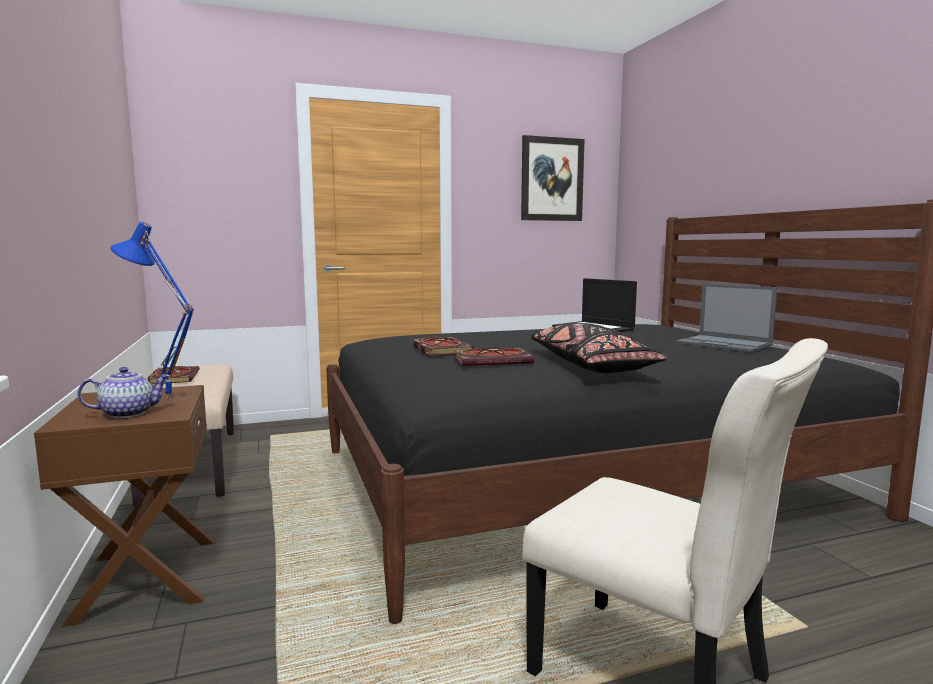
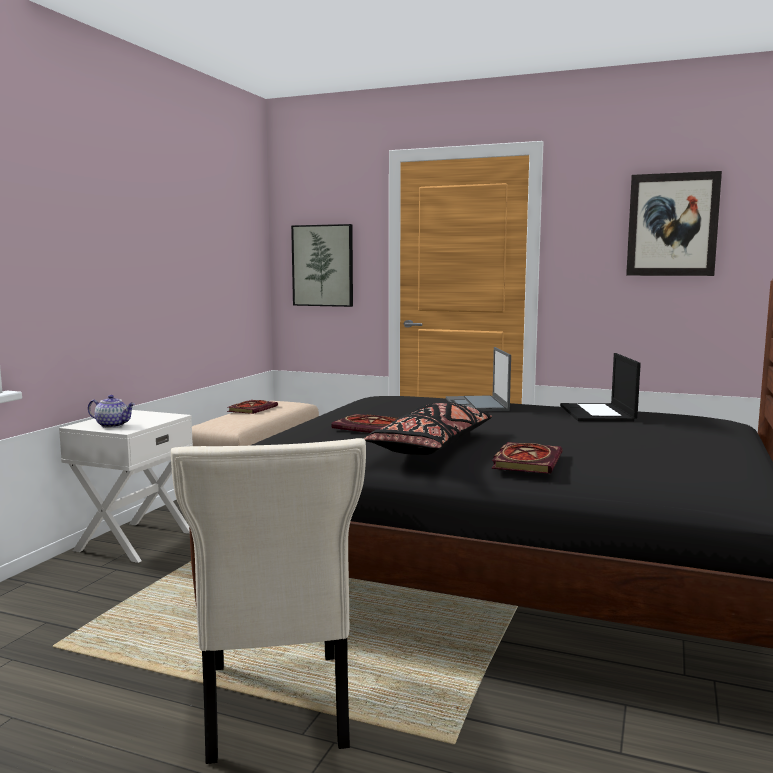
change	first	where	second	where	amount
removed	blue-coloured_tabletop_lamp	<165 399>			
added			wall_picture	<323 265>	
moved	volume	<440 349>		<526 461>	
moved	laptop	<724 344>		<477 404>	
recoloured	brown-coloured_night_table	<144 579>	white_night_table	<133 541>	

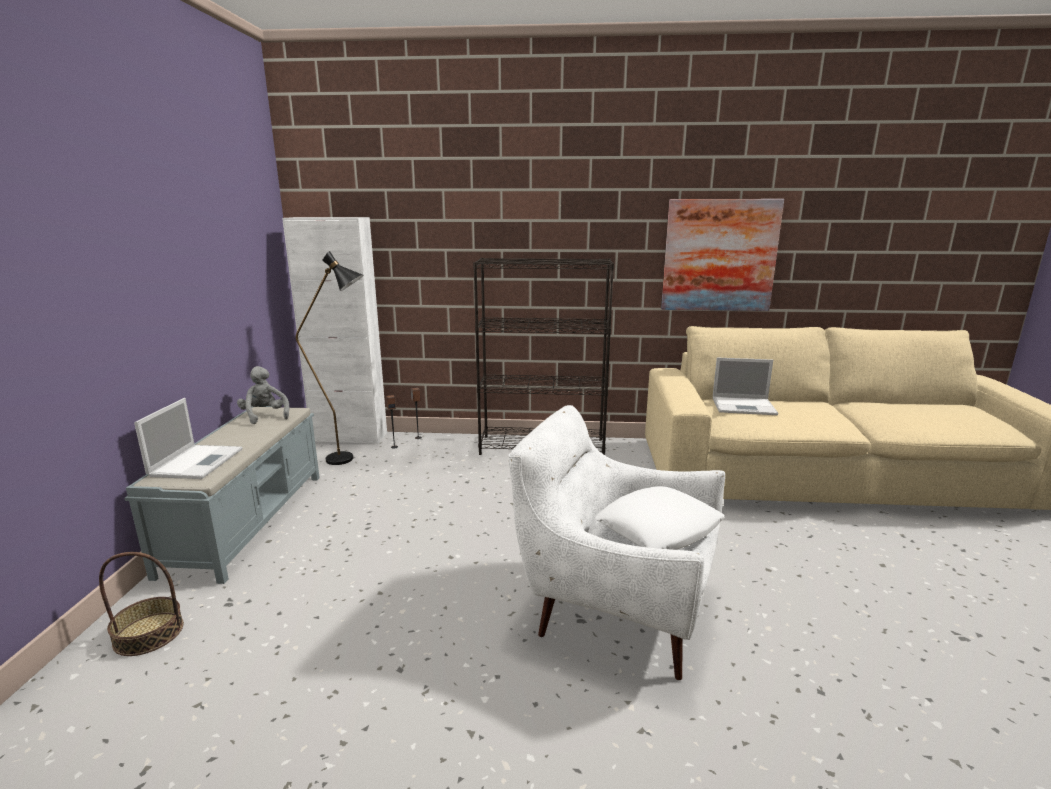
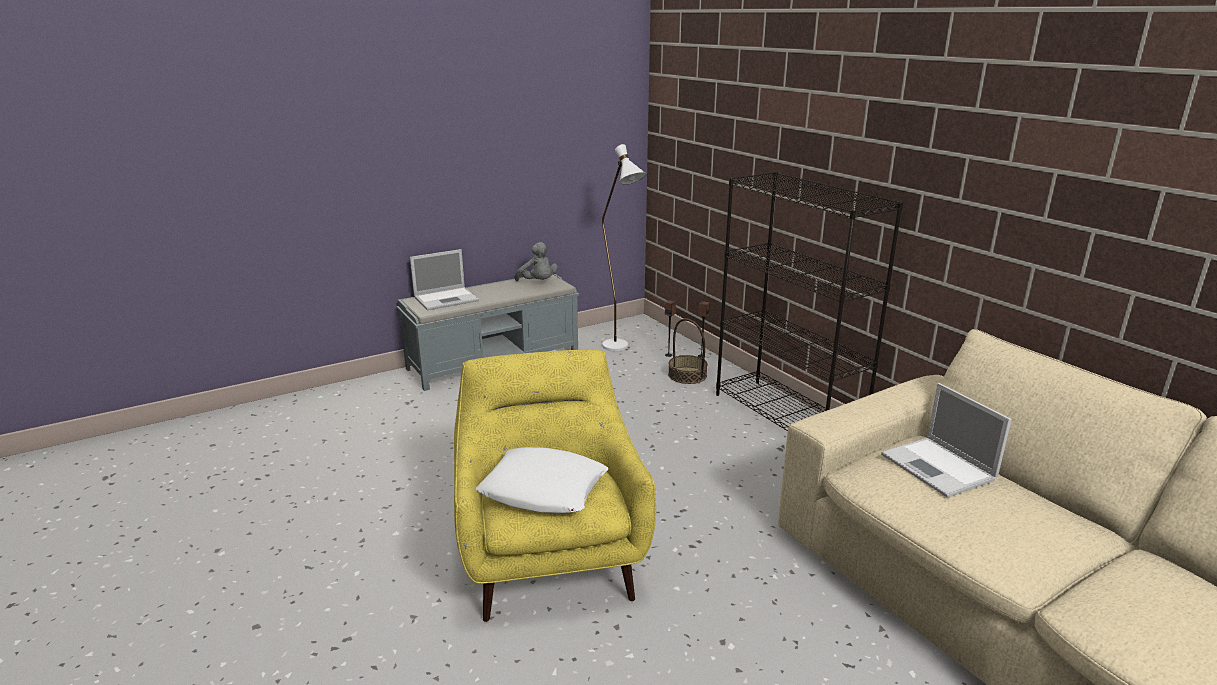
change	first	where	second	where	amount
removed	white_cabinet	<349 437>			
removed	wall_picture	<719 255>			
moved	basket	<149 633>		<687 375>	
recoloured	blackish_standard_lamp	<349 459>	white_standard_lamp	<620 349>	
recoloured	white_lounge_chair	<614 607>	yellowish_lounge_chair	<551 556>	
turned	grey_soft_toy	<265 416>		<538 282>	120 degrees clockwise

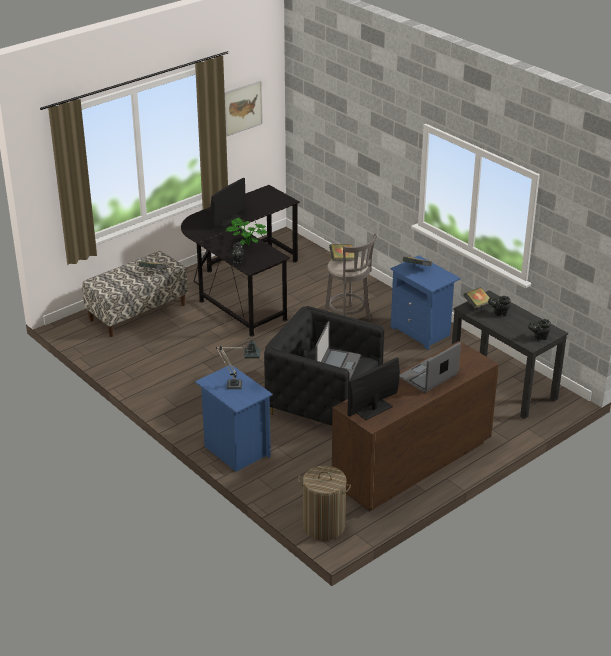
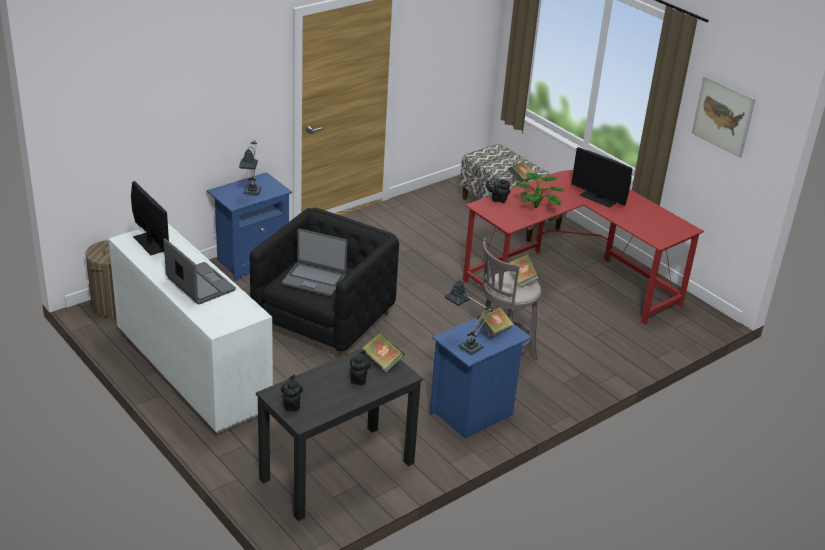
change	first	where	second	where	amount
added			tabletop_lamp	<466 345>	
recoloured	blackish_desk_table	<241 287>	reddish_desk_table	<571 280>	
recoloured	brown-coloured_chest_of_drawers	<411 465>	white_chest_of_drawers	<192 371>	

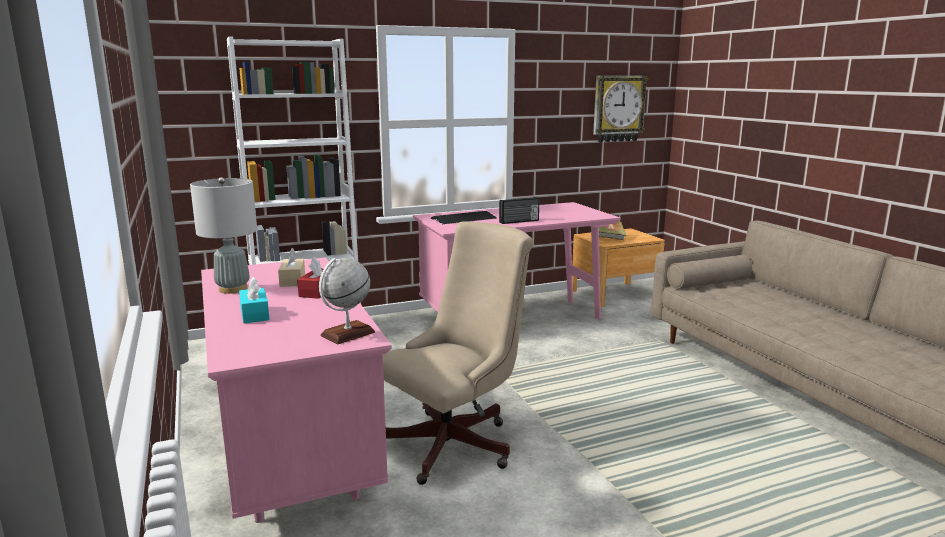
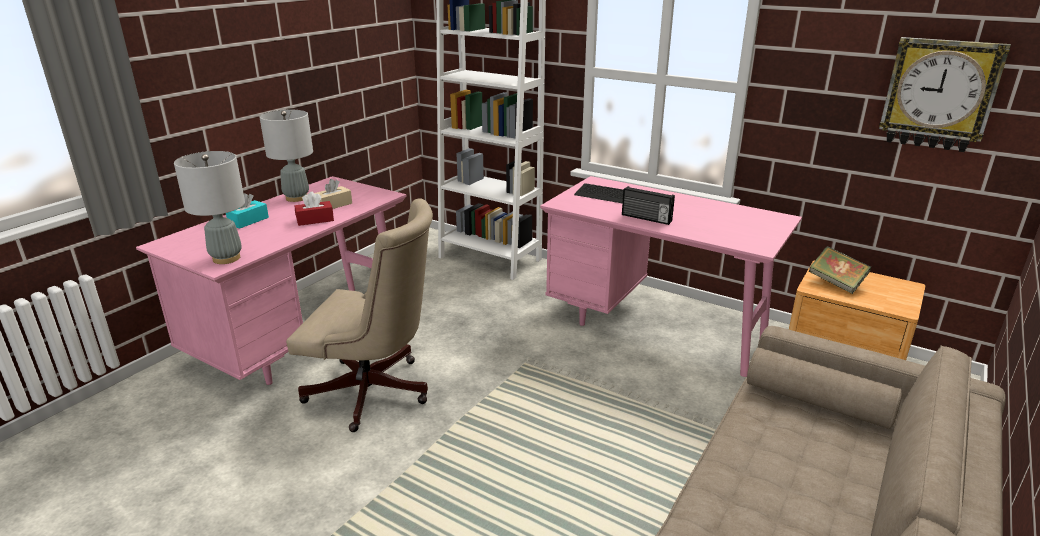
change	first	where	second	where	amount
replaced	desk_globe	<347 334>	grey_tabletop_lamp	<226 258>	

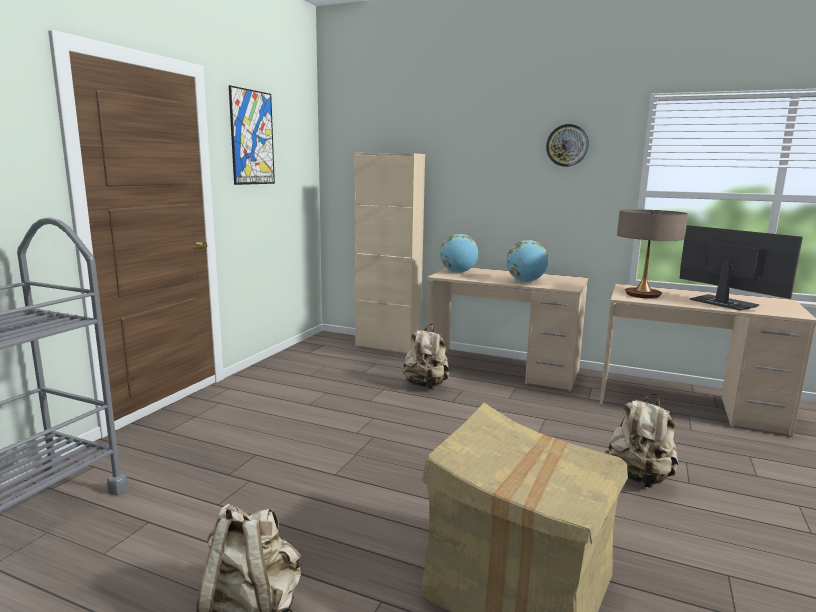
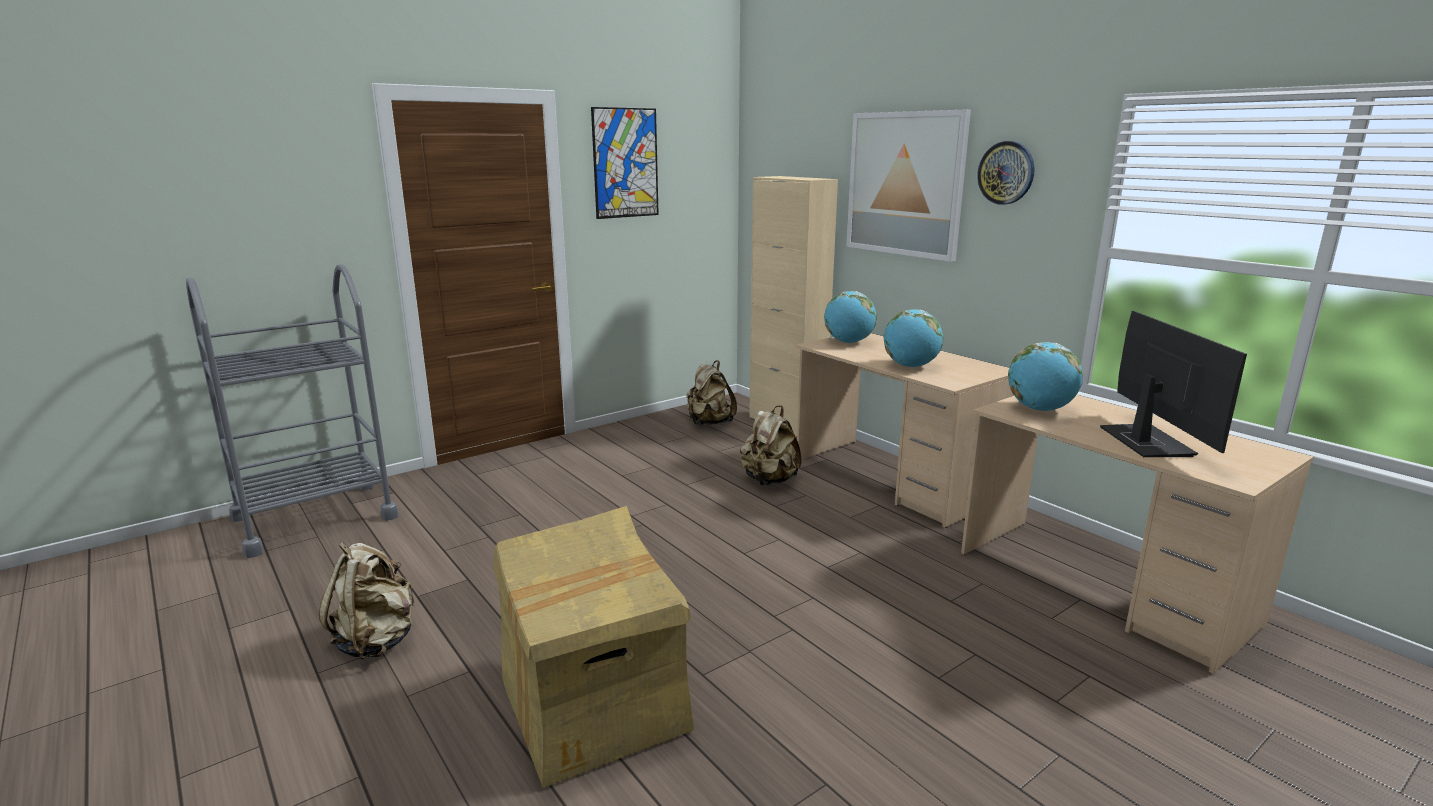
change	first	where	second	where	amount
added			wall_picture	<905 184>	
moved	sand-coloured_knapsack	<639 478>		<709 423>	
replaced	tabletop_lamp	<642 295>	desk_globe	<1040 409>	

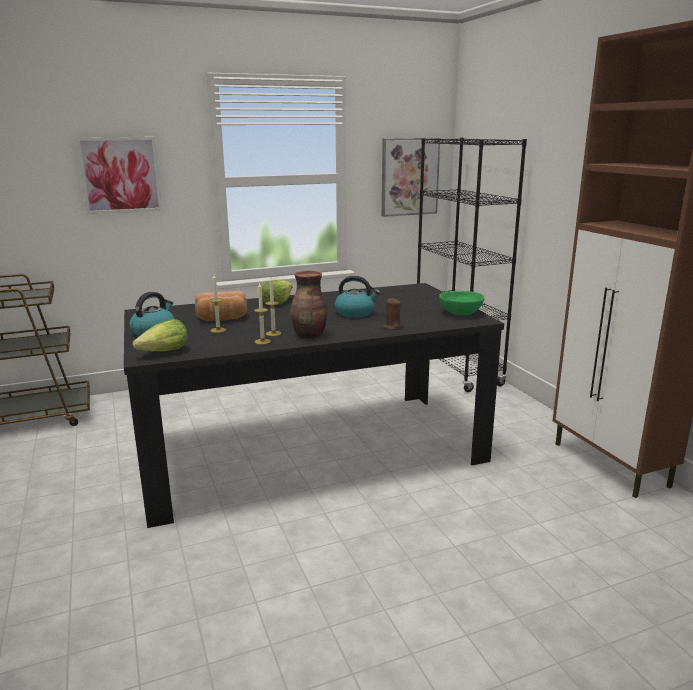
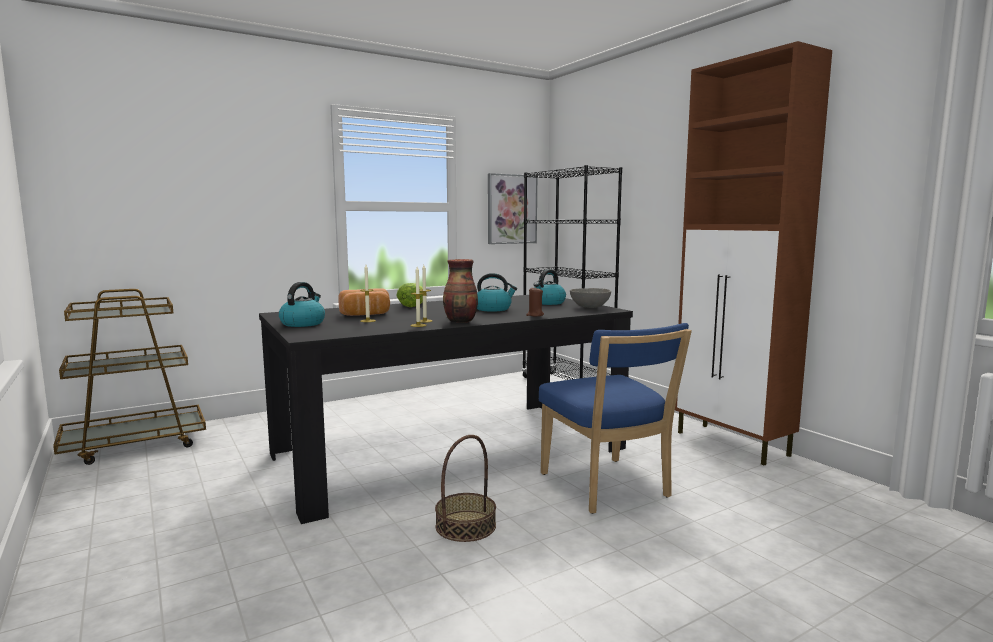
change	first	where	second	where	amount
removed	wall_picture	<120 175>			
removed	lettuce_head	<165 352>			
added			basket	<465 526>	
added			tea_kettle	<547 303>	
added			blue-coloured_plain_chair	<607 488>	
recoloured	green_bowl	<460 314>	grey_bowl	<589 307>	

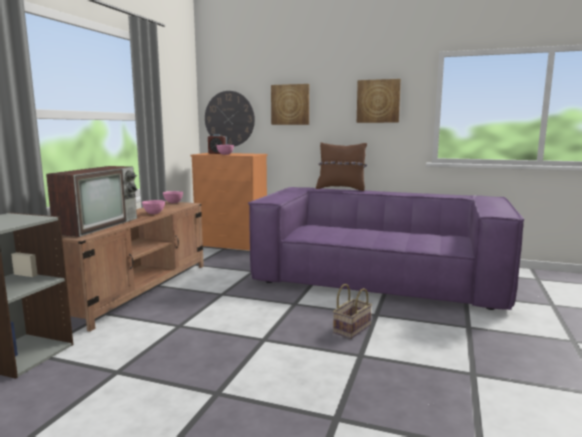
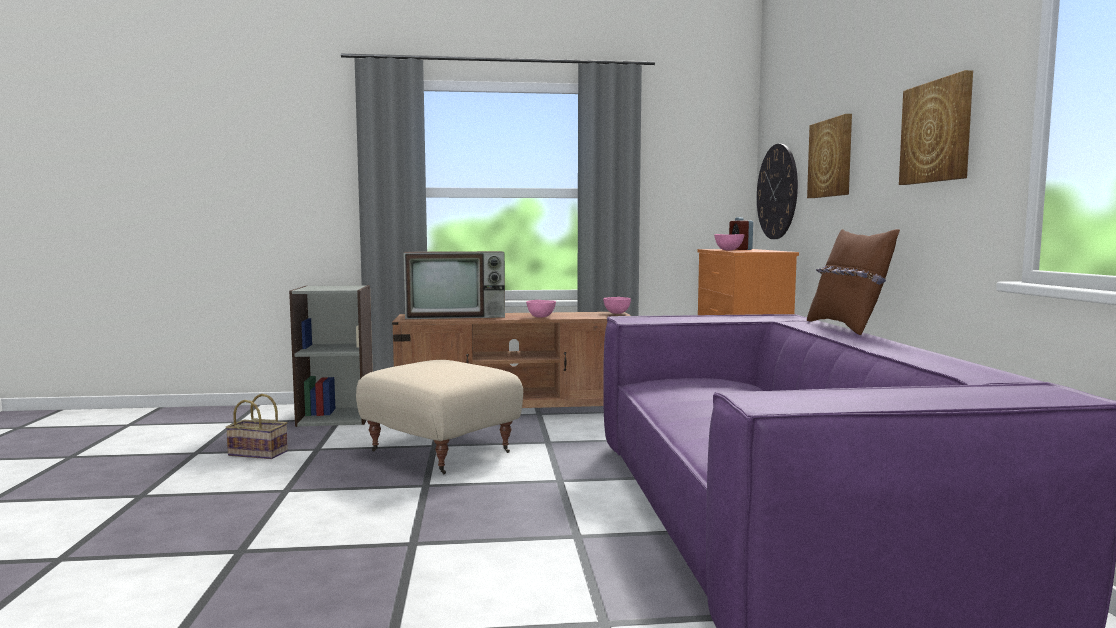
change	first	where	second	where	amount
added			sand-coloured_pouffe	<441 451>	
moved	basket	<352 328>		<260 453>	

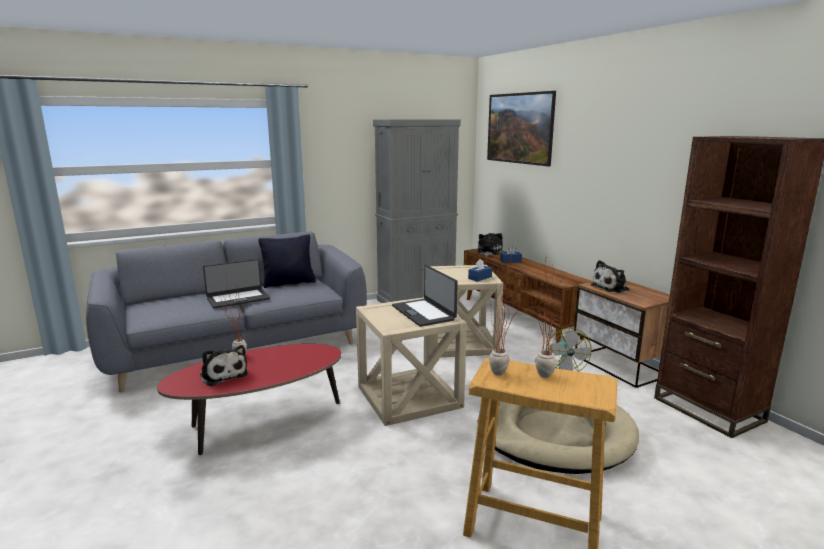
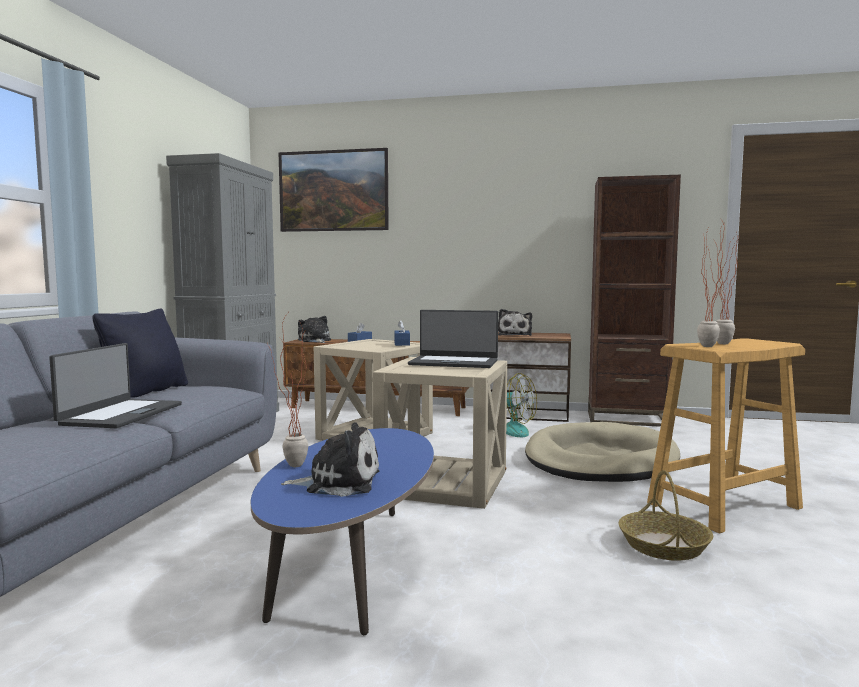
change	first	where	second	where	amount
added			basket	<664 546>	
recoloured	reddish_lounge_table	<260 423>	blue-coloured_lounge_table	<354 570>	

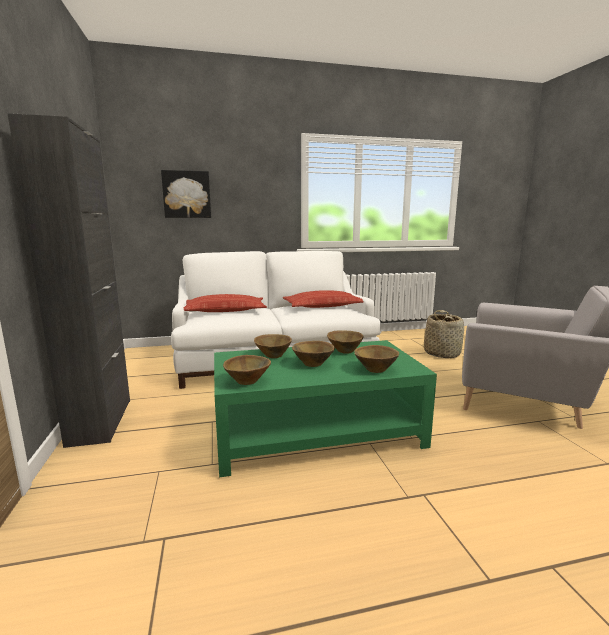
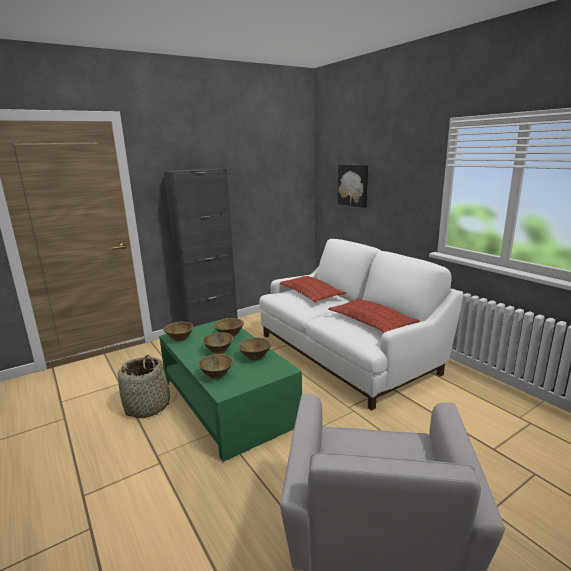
change	first	where	second	where	amount
moved	basket	<442 353>		<148 407>	

